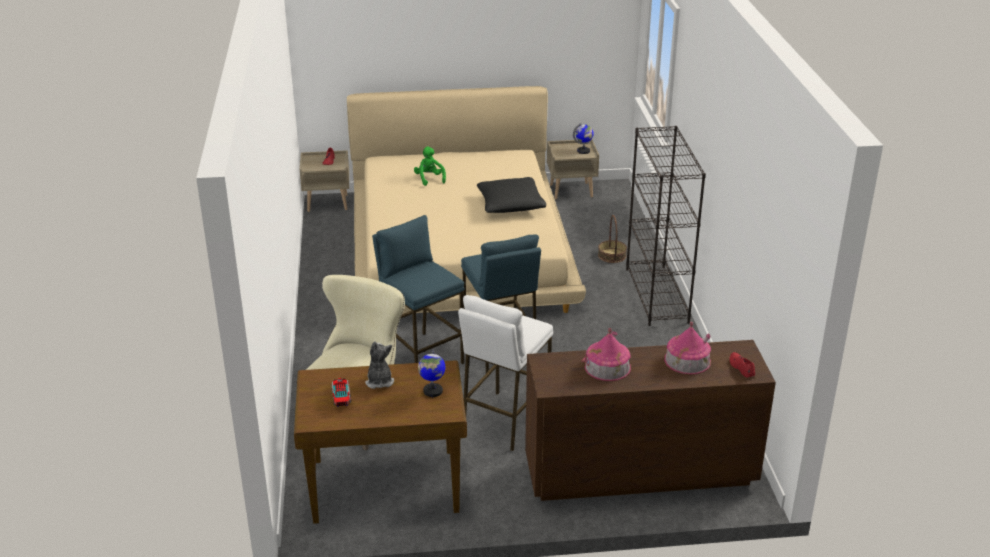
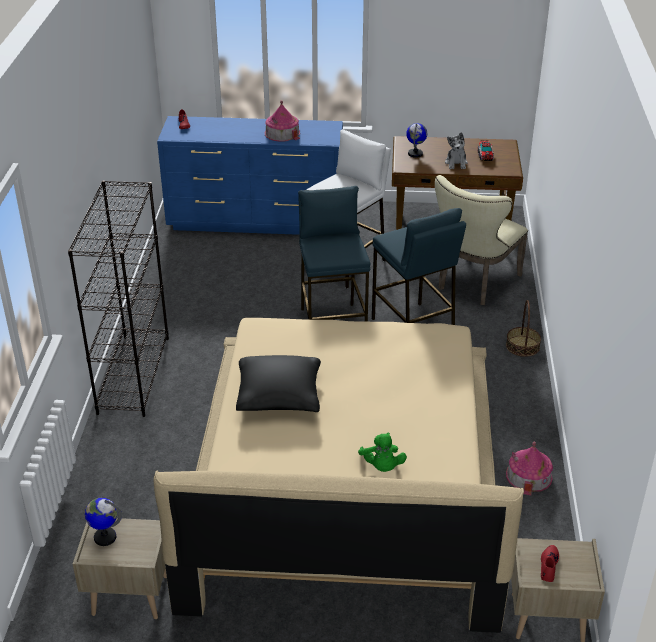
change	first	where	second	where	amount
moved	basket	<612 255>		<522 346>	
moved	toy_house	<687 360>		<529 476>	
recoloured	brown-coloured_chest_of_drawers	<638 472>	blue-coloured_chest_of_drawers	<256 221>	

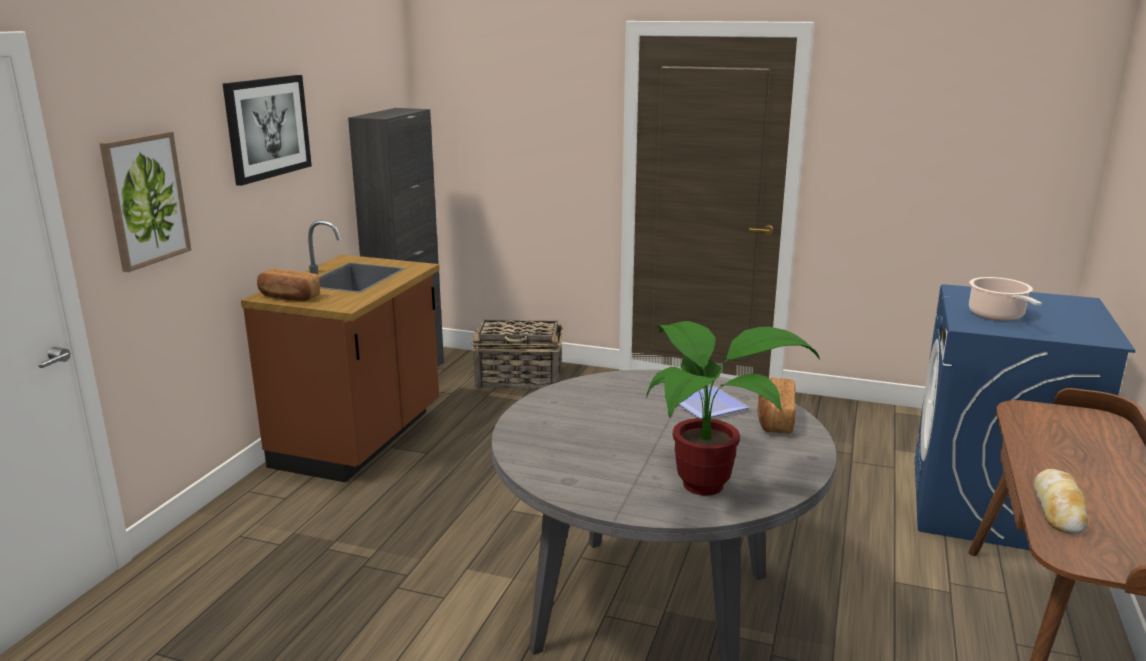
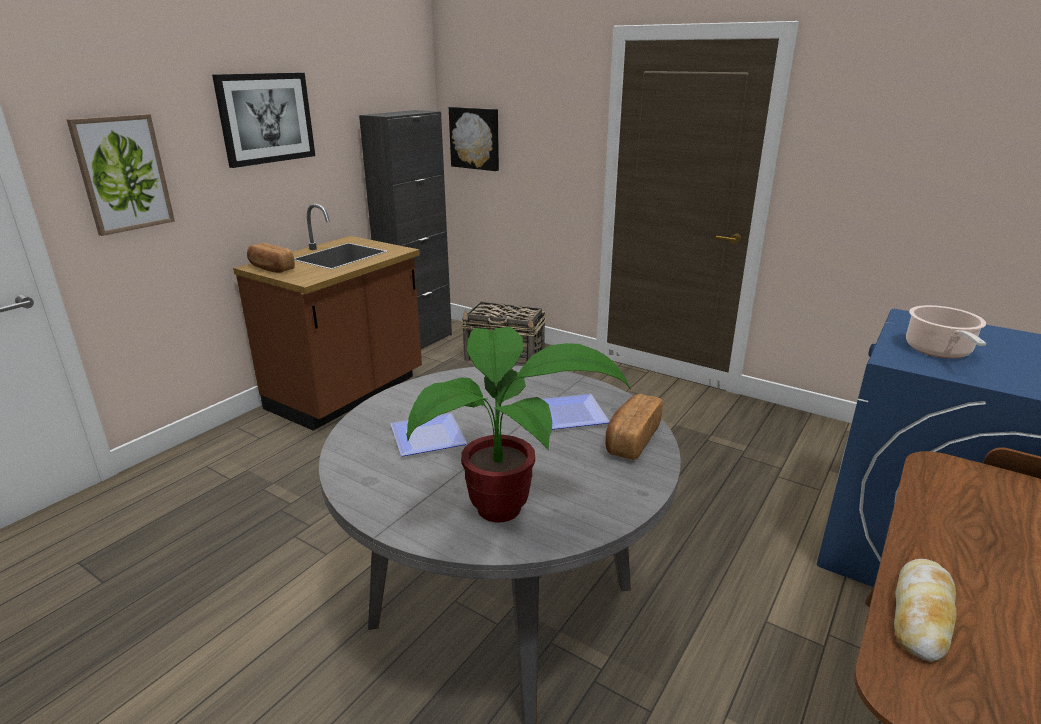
change	first	where	second	where	amount
added			flat_dish	<430 438>	
added			wall_picture	<475 138>	

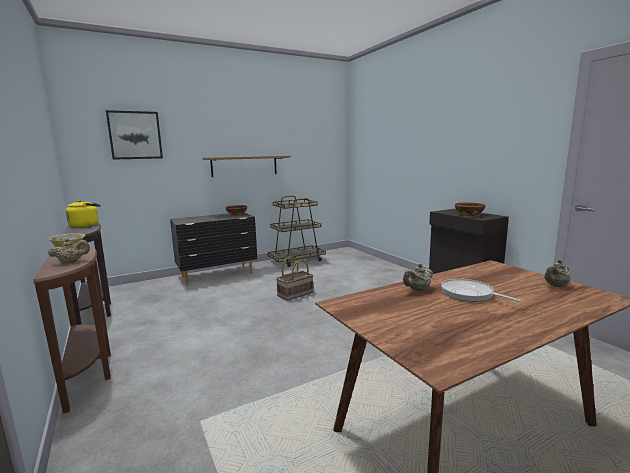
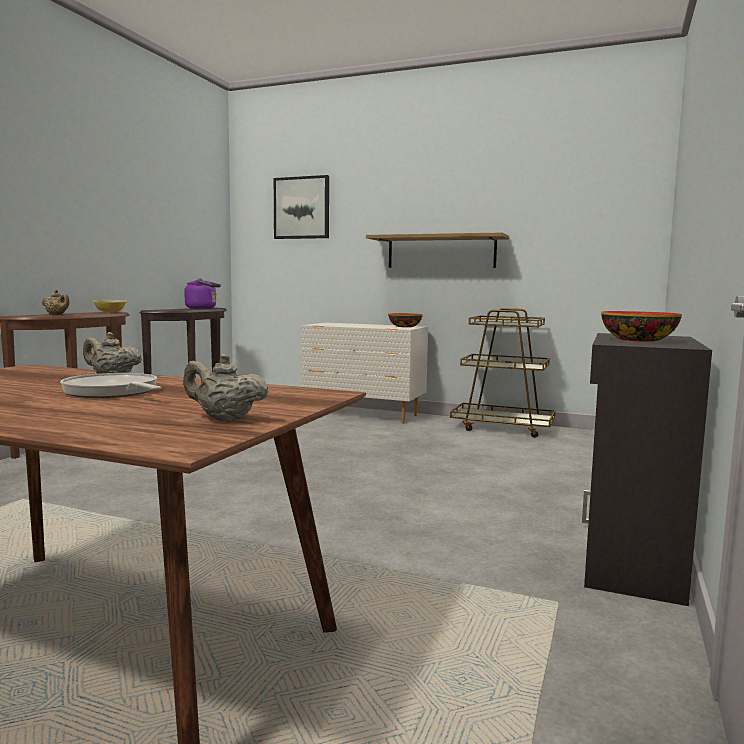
change	first	where	second	where	amount
removed	basket	<295 294>			
recoloured	yellowish_tea_kettle	<86 225>	purplish_tea_kettle	<203 308>	
recoloured	blackish_chest_of_drawers	<218 275>	white_chest_of_drawers	<364 415>	
turned	skillet	<469 294>		<113 392>	60 degrees counterclockwise

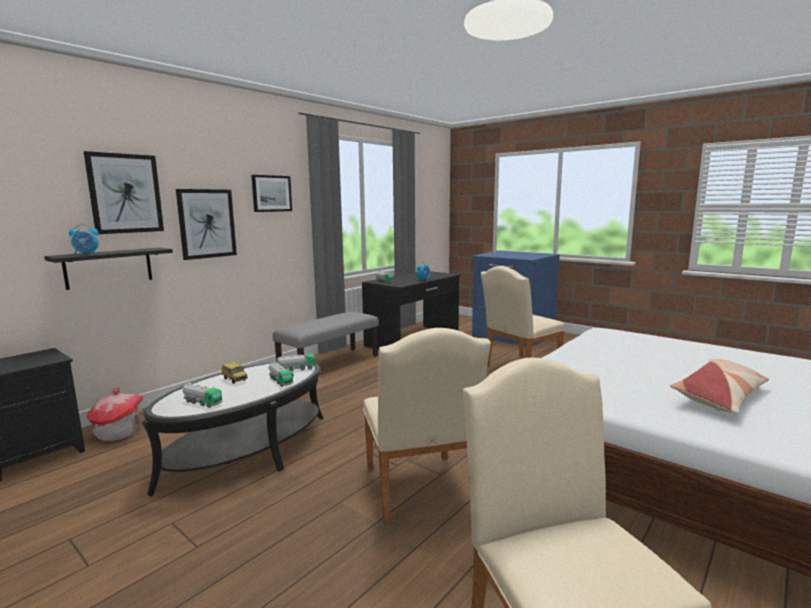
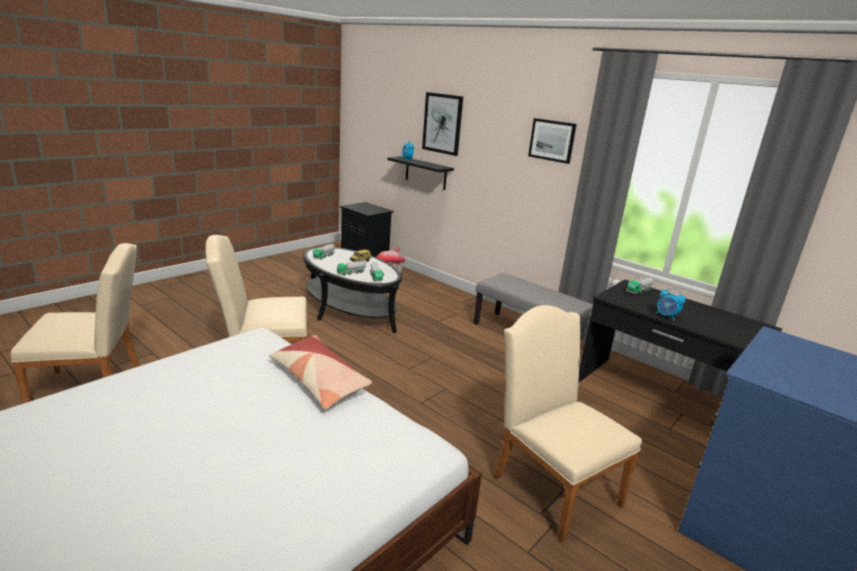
change	first	where	second	where	amount
removed	wall_picture	<207 223>			
moved	cushion	<720 396>		<319 381>	

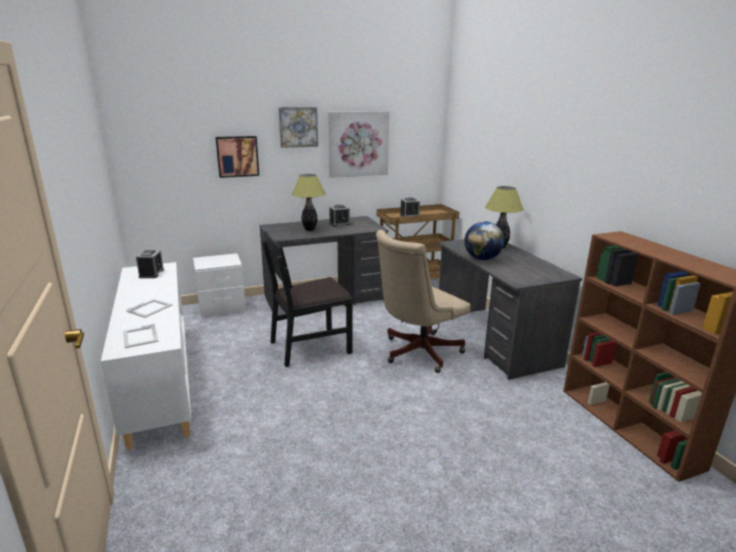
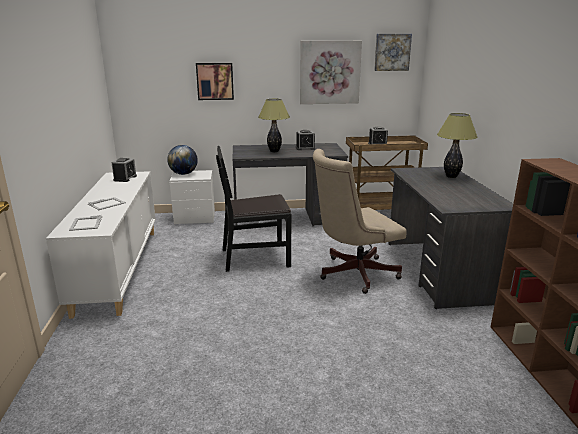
change	first	where	second	where	amount
moved	wall_picture	<298 127>		<392 52>	
moved	desk_globe	<482 259>		<183 174>	

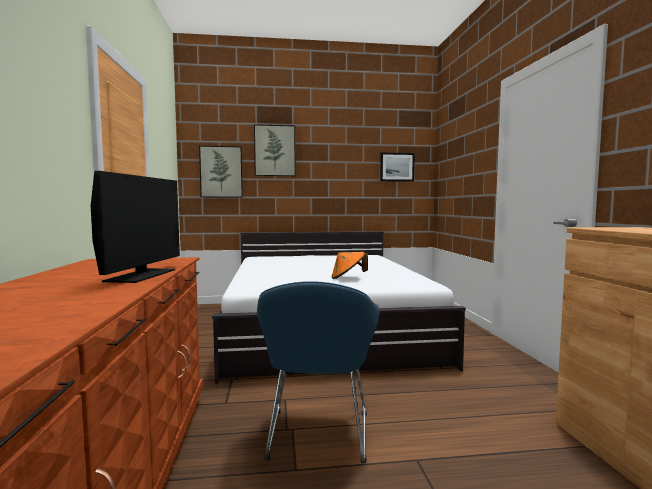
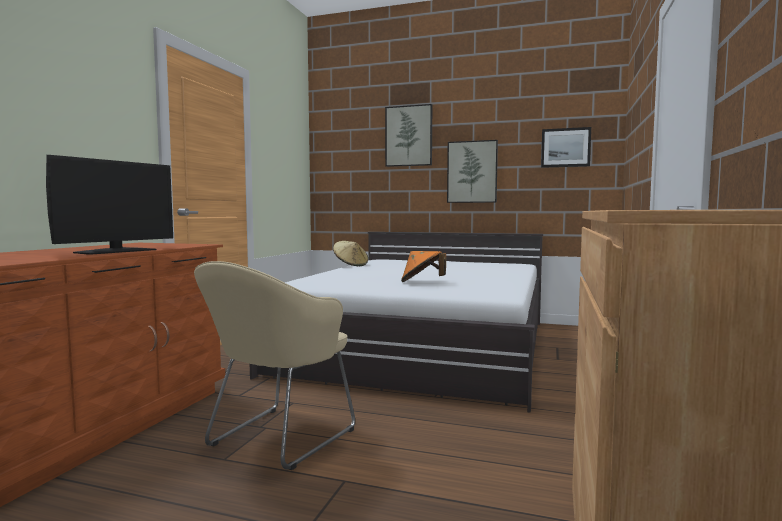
change	first	where	second	where	amount
added			sand-coloured_hat	<350 265>	
moved	wall_picture	<221 172>		<472 172>	
recoloured	blue-coloured_lounge_chair	<317 438>	sand-coloured_lounge_chair	<277 440>	

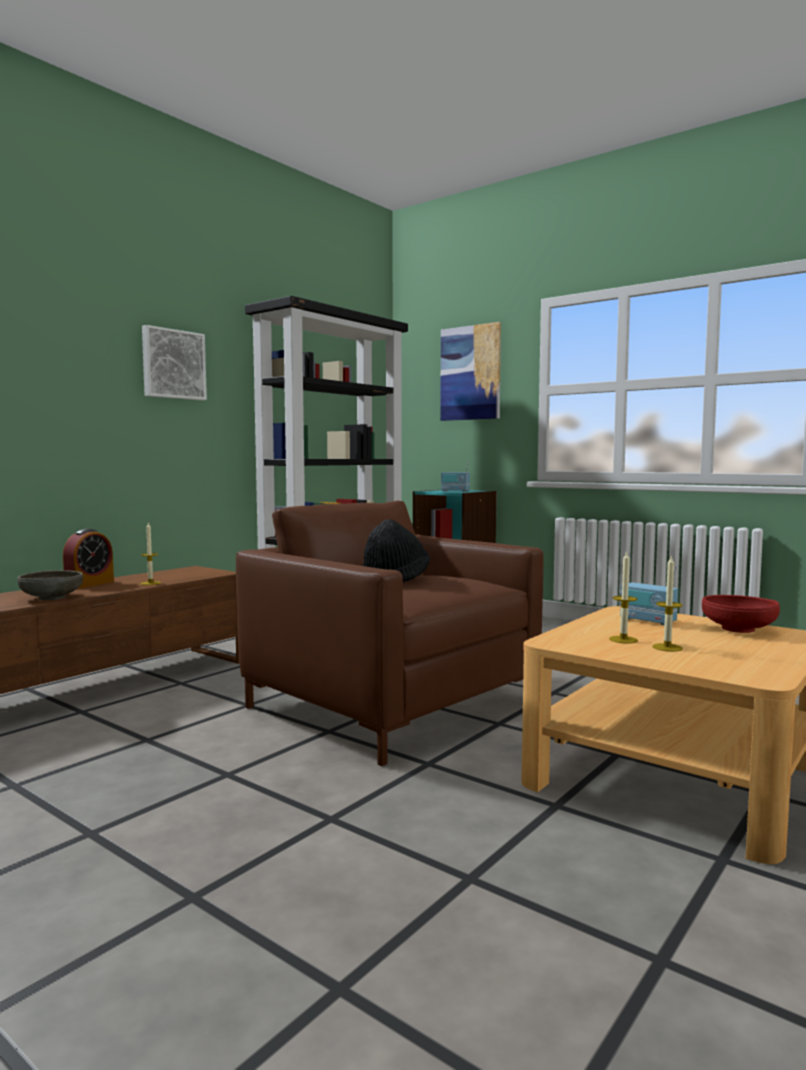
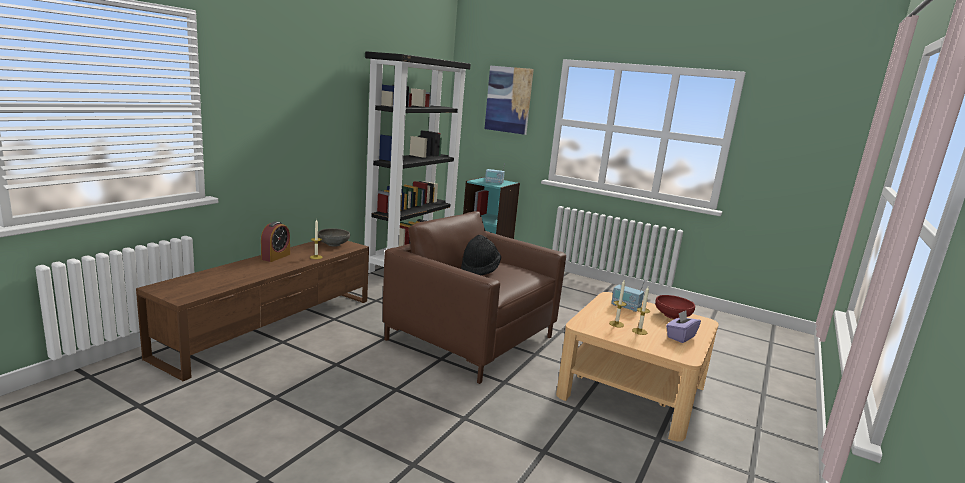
change	first	where	second	where	amount
removed	wall_picture	<173 364>			
added			purplish_tissue_holder	<680 337>	
moved	grey_bowl	<51 598>		<333 244>	

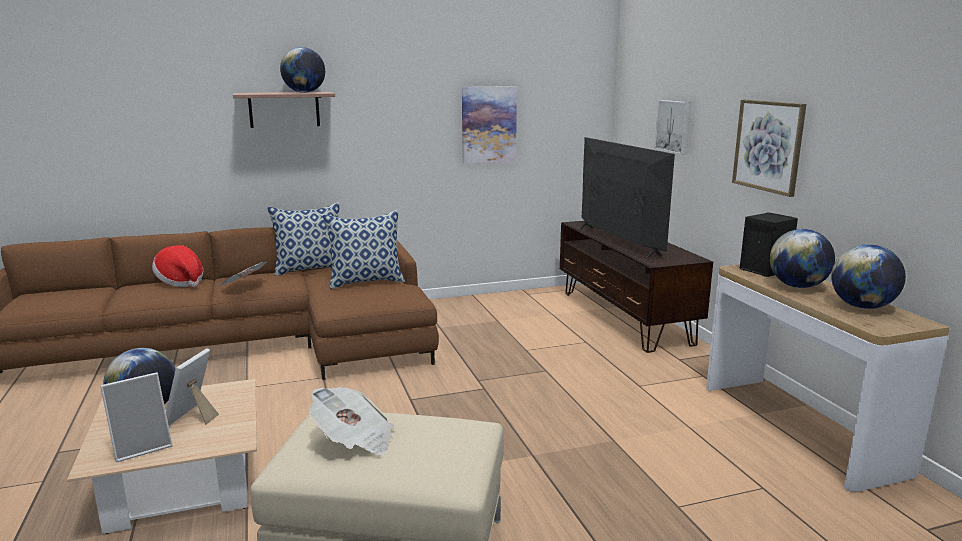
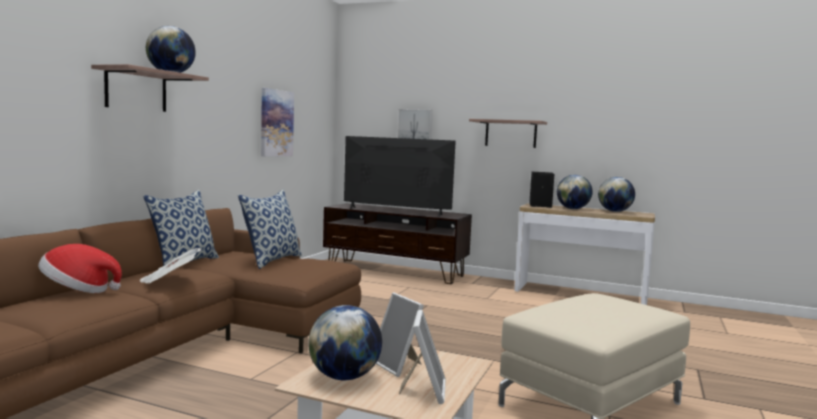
change	first	where	second	where	amount
removed	printed_paper	<354 440>			
replaced	wall_picture	<768 146>	bracket_shelf	<510 134>	

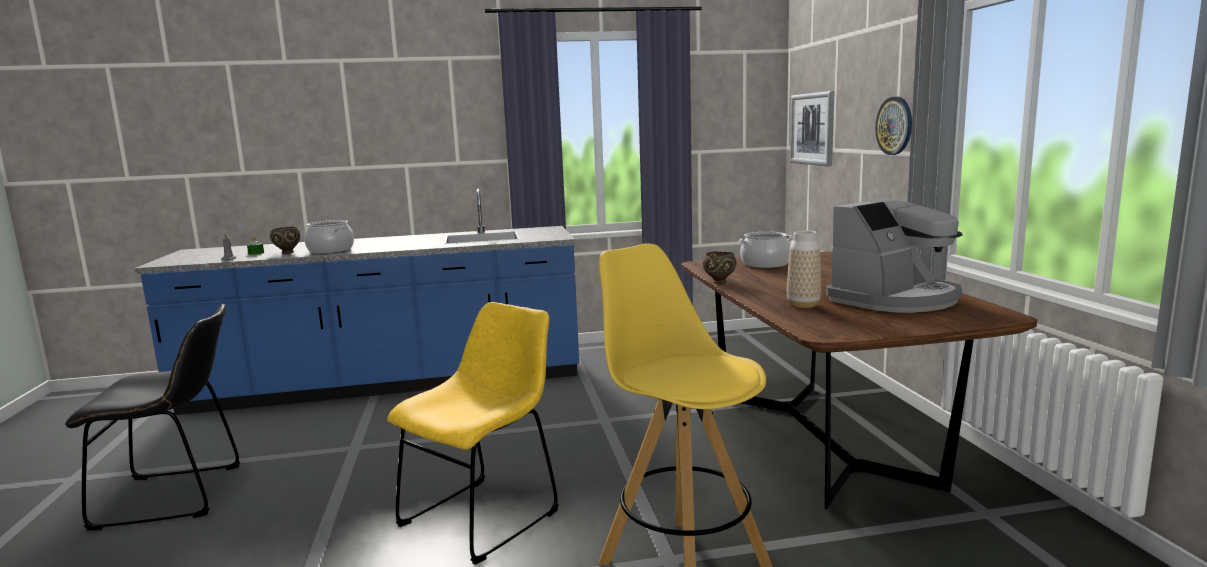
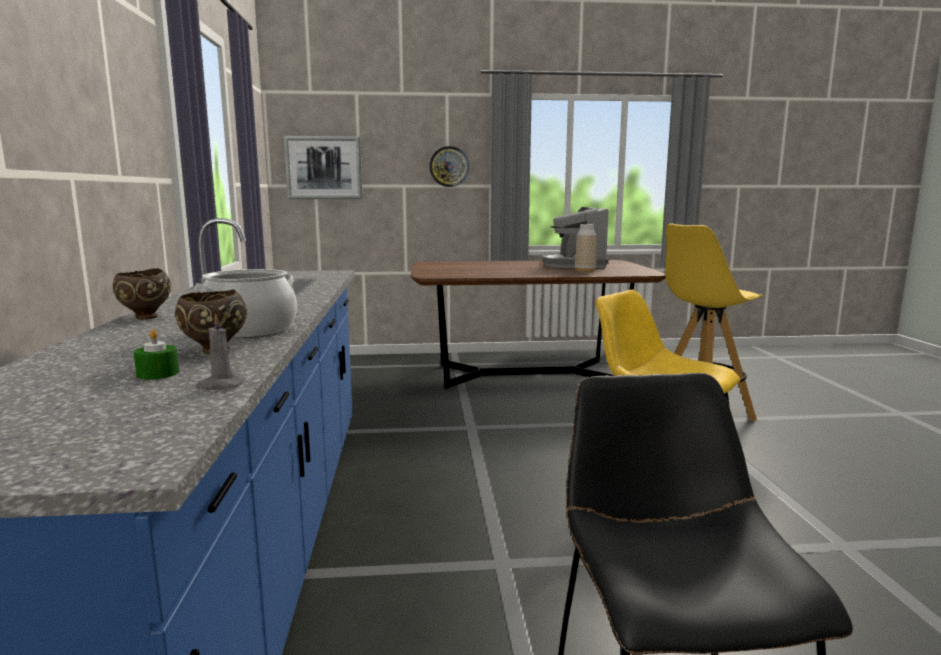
change	first	where	second	where	amount
removed	stockpot	<765 264>			
moved	brown-coloured_bowl	<718 282>		<145 318>	
turned	coffee_machine	<895 299>		<574 264>	150 degrees counterclockwise

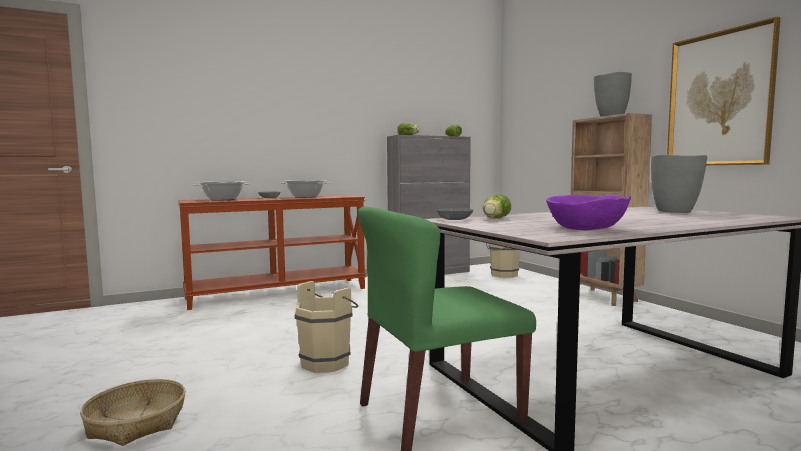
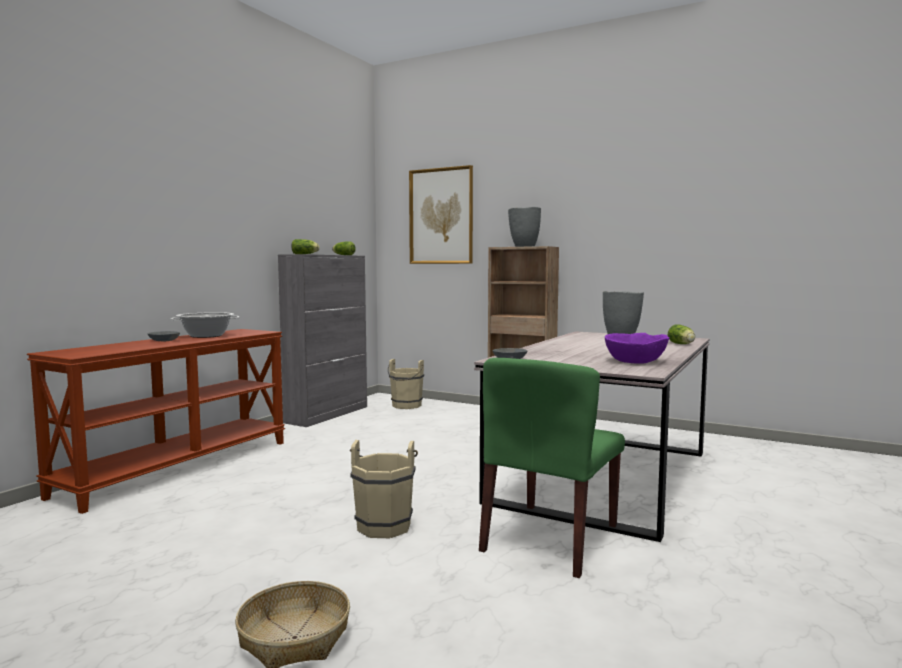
change	first	where	second	where	amount
removed	stockpot	<223 199>			
moved	lettuce_head	<495 218>		<682 344>	
moved	wall_picture	<719 99>		<441 216>	

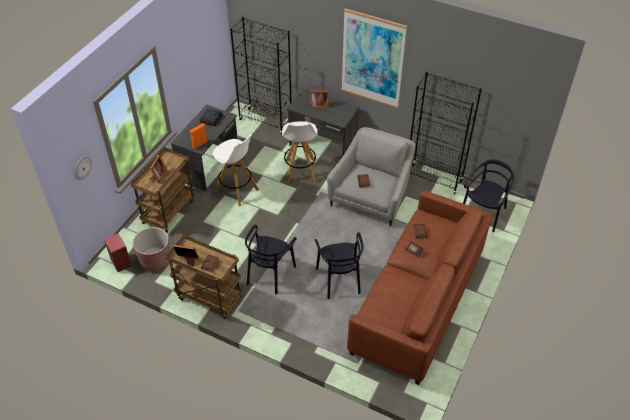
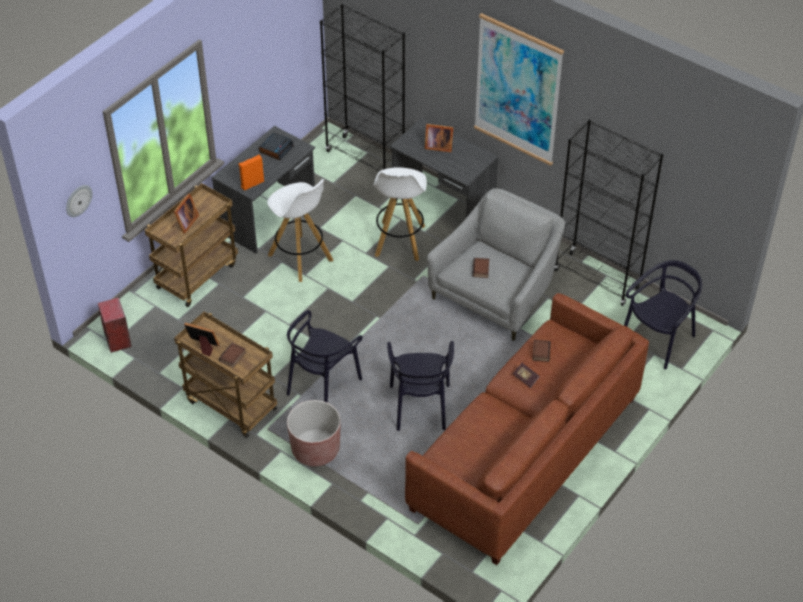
change	first	where	second	where	amount
moved	brown-coloured_plant_pot	<155 260>		<315 449>	

